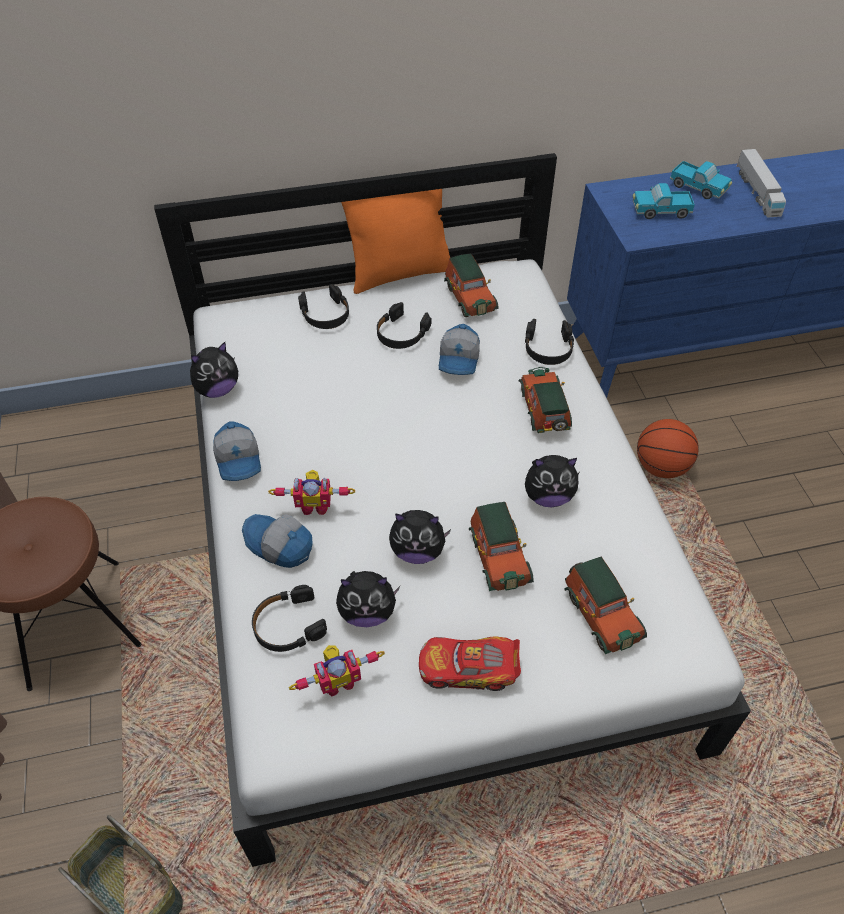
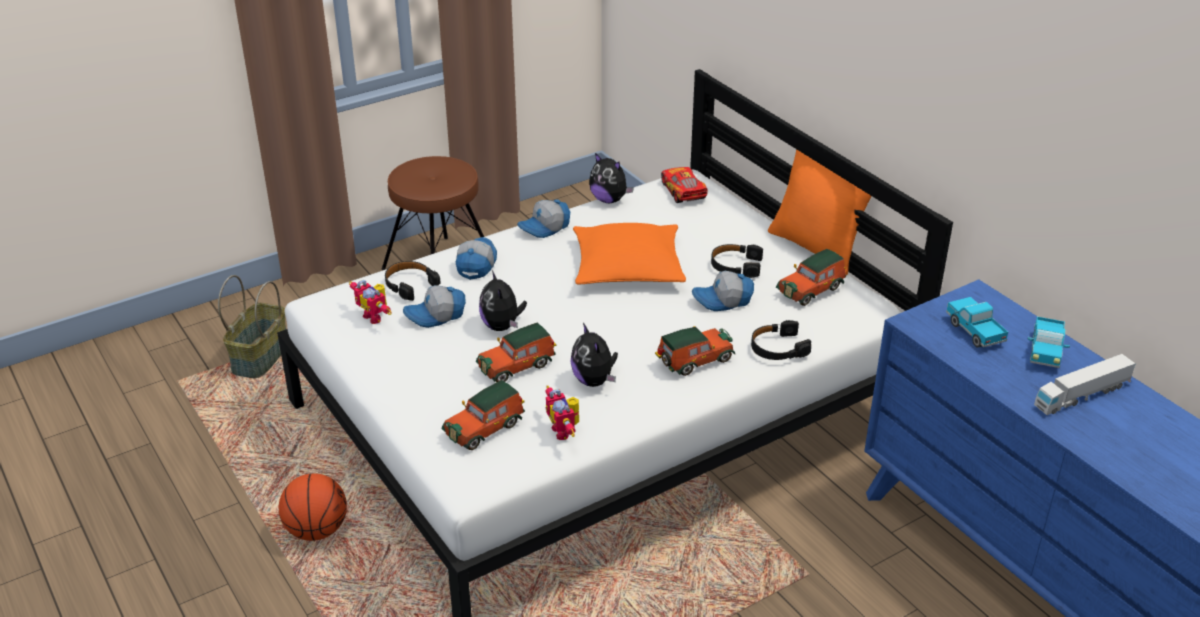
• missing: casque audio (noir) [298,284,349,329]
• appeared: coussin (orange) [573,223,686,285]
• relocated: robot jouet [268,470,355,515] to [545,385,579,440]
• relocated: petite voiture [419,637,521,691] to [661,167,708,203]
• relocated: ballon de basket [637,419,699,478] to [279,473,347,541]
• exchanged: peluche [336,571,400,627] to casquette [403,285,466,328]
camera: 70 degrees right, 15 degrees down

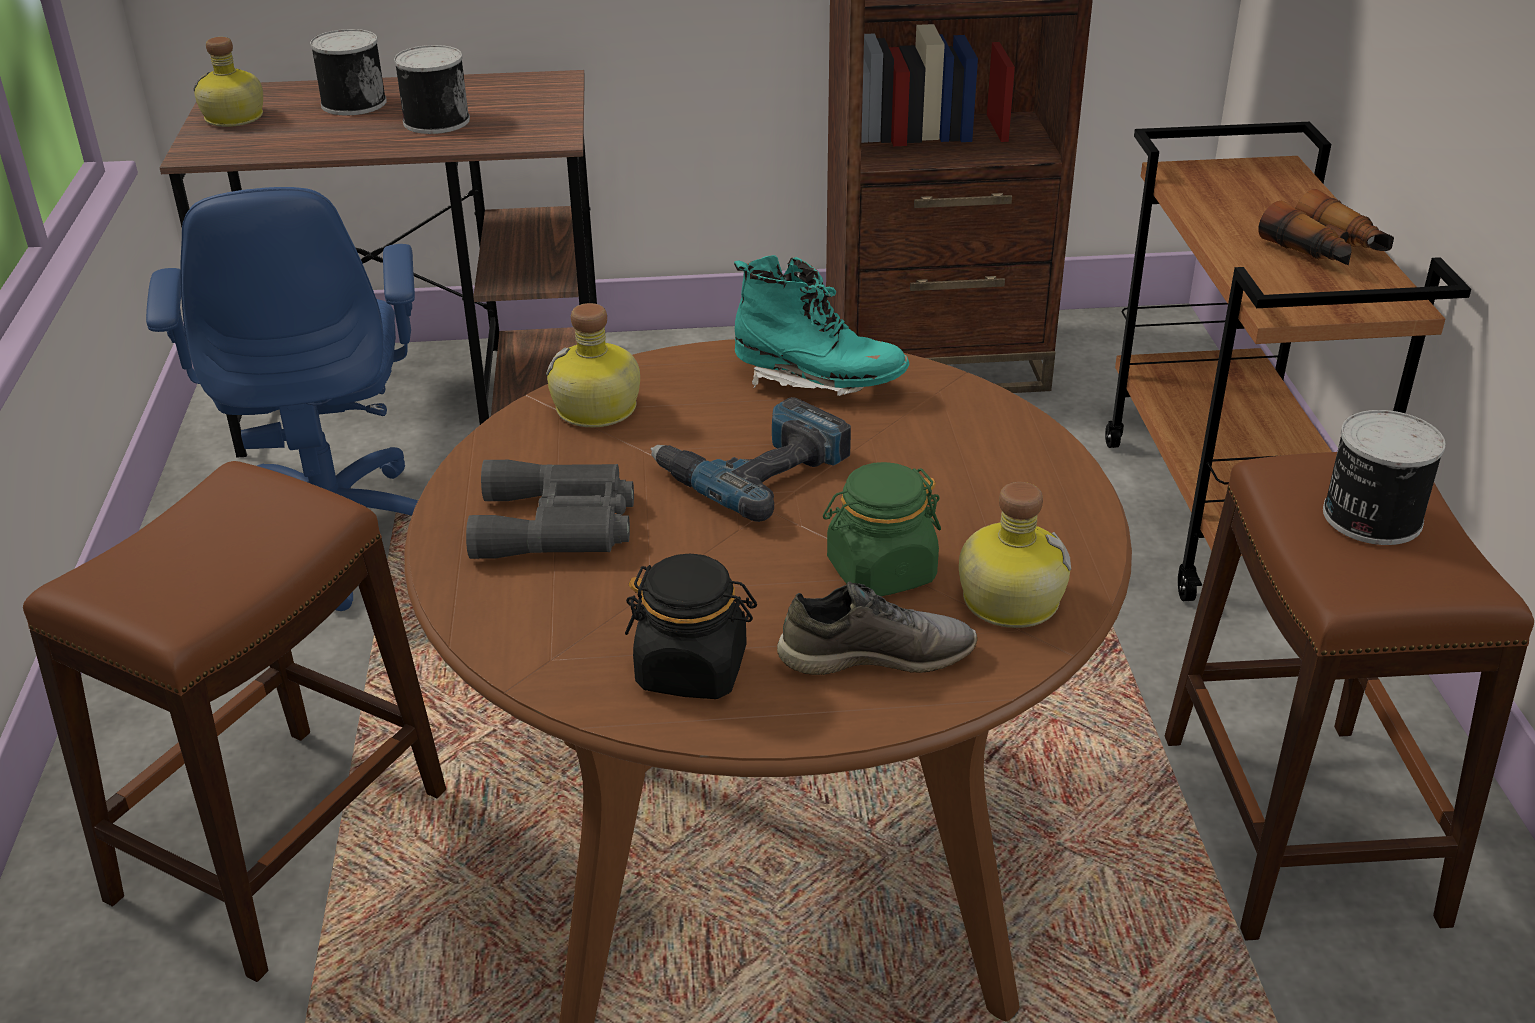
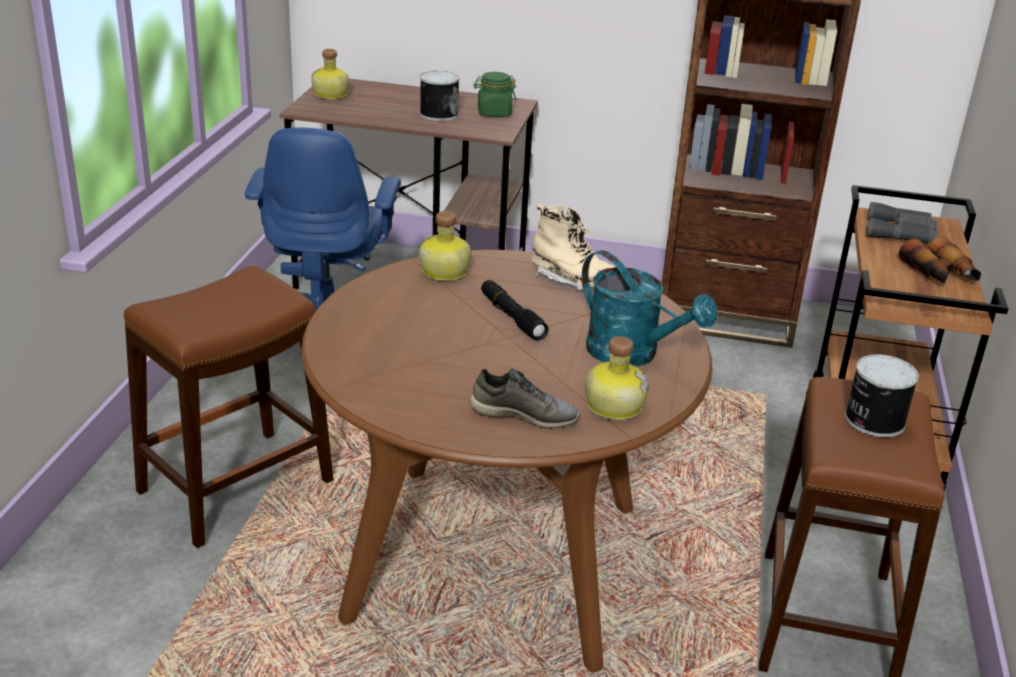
• missing: boîte métallique [310,29,387,115]
• missing: bocal (noir) [625,554,757,699]
• appeared: arrosoir (turquoise) [582,250,717,366]
• relocated: jumelles (gris) [466,460,634,559] to [866,202,938,244]
• relocated: bocal (vert) [823,462,941,596] to [474,72,516,117]
• exchanged: perceuse [651,397,851,522] to lampe de poche (noir) [481,280,548,340]
• colour: botte (turquoise) [734,255,909,396] to botte (beige) [531,204,615,290]
camera: 15 degrees right, 5 degrees down

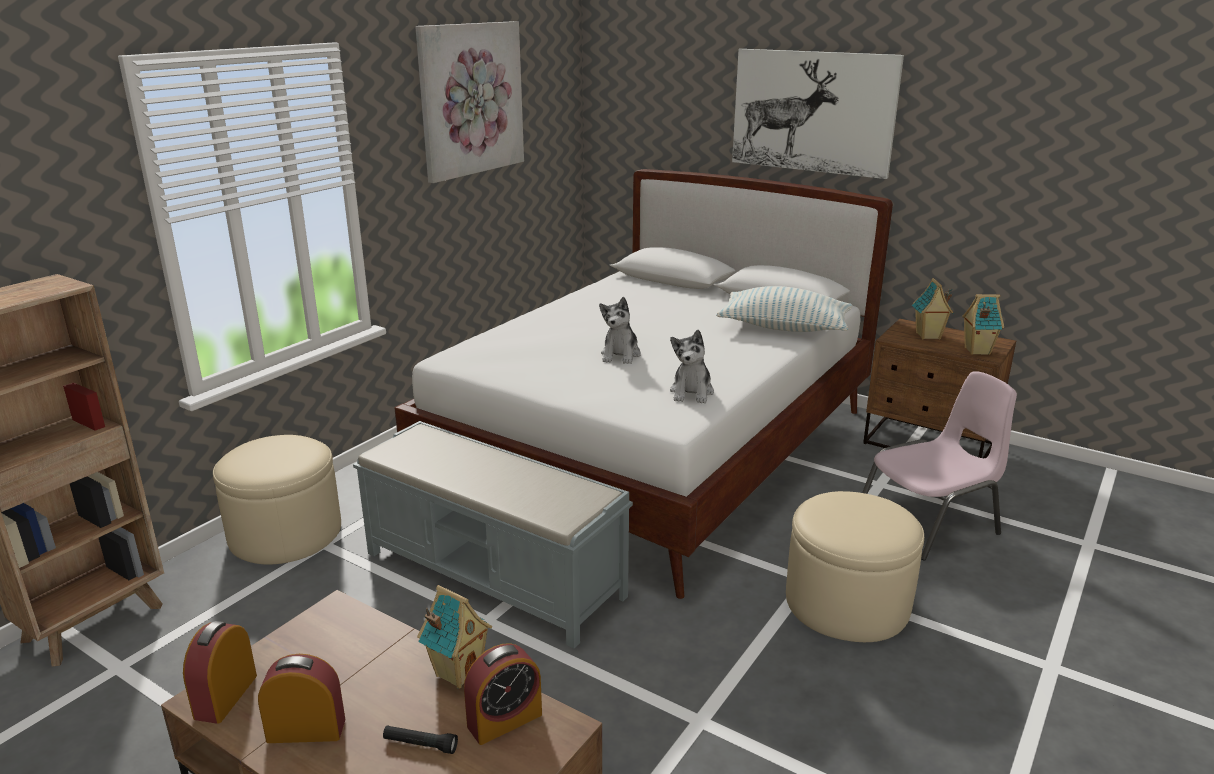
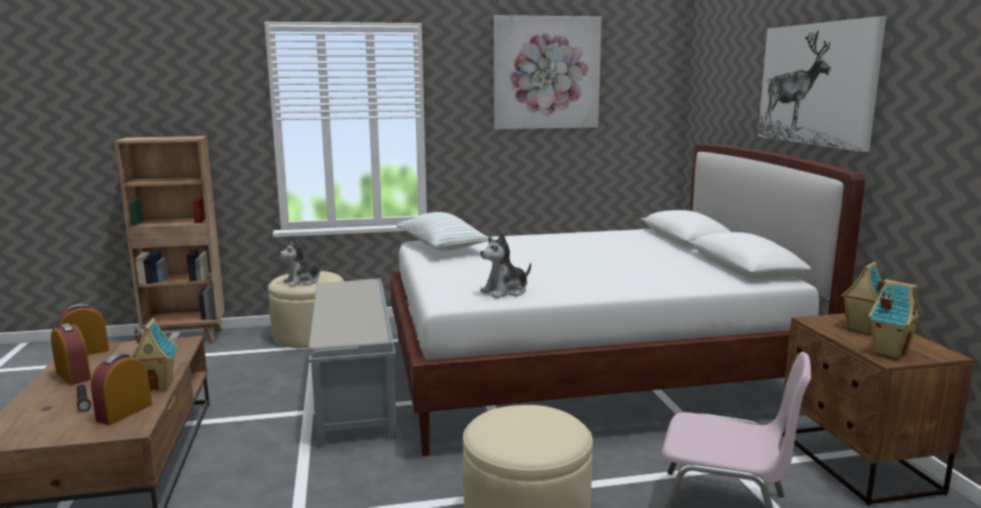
• relocated: peluche [599,297,641,364] to [280,239,324,287]
• relocated: coussin [716,286,853,332] to [396,212,489,251]
• spun: réveil [464,643,542,745] = [91,353,152,425] 105 degrees clockwise
camera: 45 degrees right, 10 degrees down

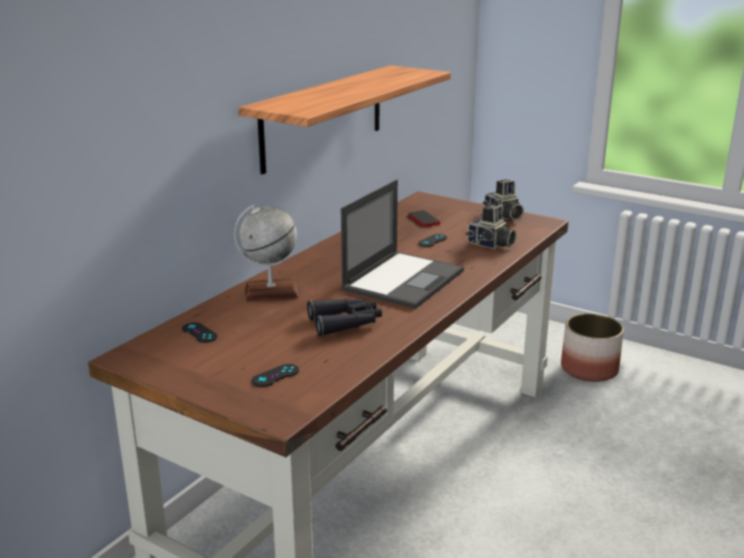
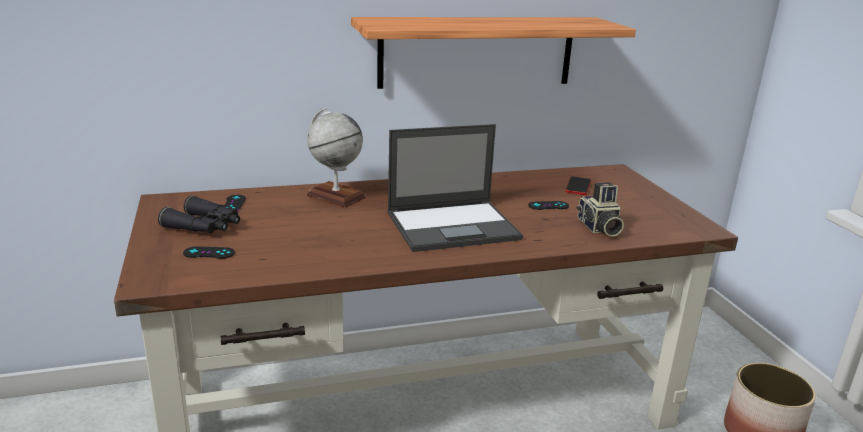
• missing: appareil photo [483,179,524,220]
• relocated: jumelles (noir) [307,298,382,336] to [158,196,240,233]
camera: 40 degrees right, 0 degrees up

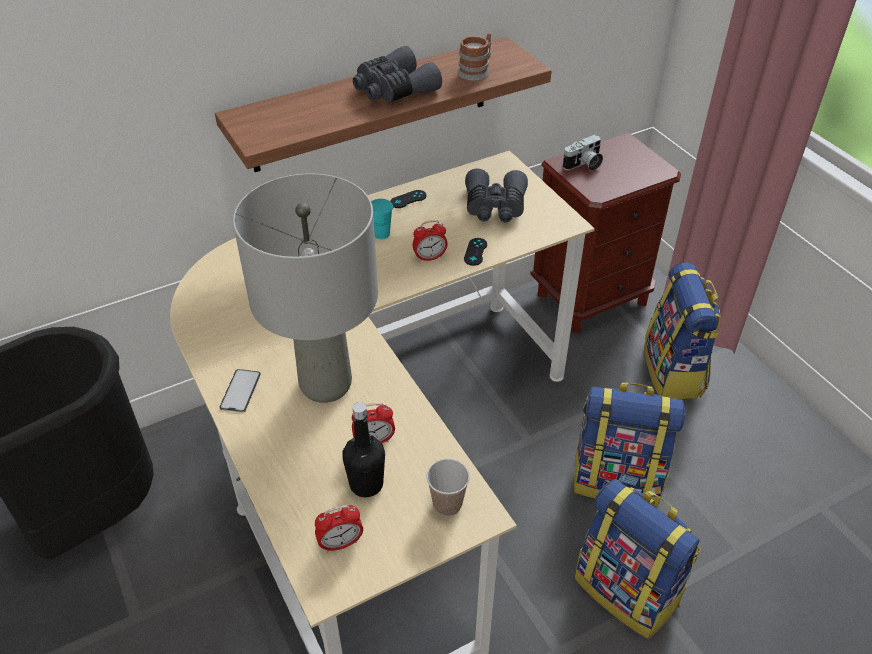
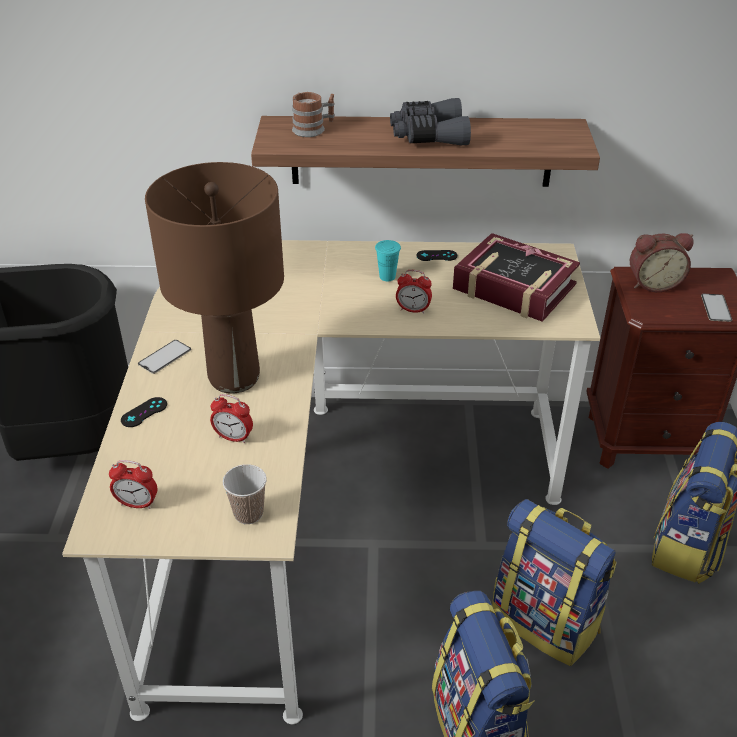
• missing: bouteille (noir) [342,402,385,497]
• appeared: téléphone [701,294,732,322]
• relocated: mug [458,33,491,81] to [292,92,335,137]
• relocated: manette (noir) [464,238,487,266] to [121,397,167,427]
• exchanged: jumelles (gris) [465,168,528,223] to livre [453,233,580,322]
• exchanged: appareil photo [563,135,603,171] to réveil [630,233,694,292]
• colour: lampe de table (gris) [233,174,378,403] to lampe de table (marron) [145,162,284,394]
camera: 30 degrees right, 5 degrees down

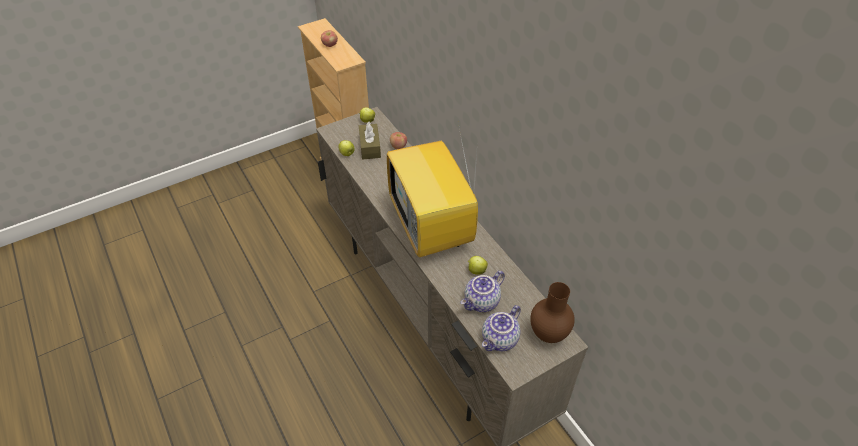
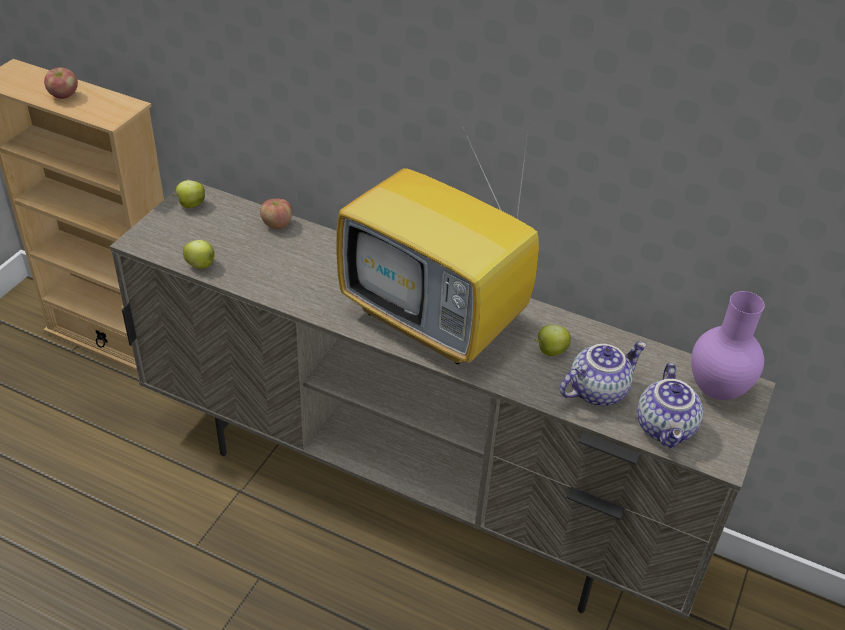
• missing: boîte à mouchoirs (marron) [359,121,381,160]
• colour: vase (marron) [530,282,575,343] to vase (violet) [691,291,765,400]
• spun: théière [461,271,505,312] = [560,341,647,406] 135 degrees counterclockwise
camera: 35 degrees left, 5 degrees down

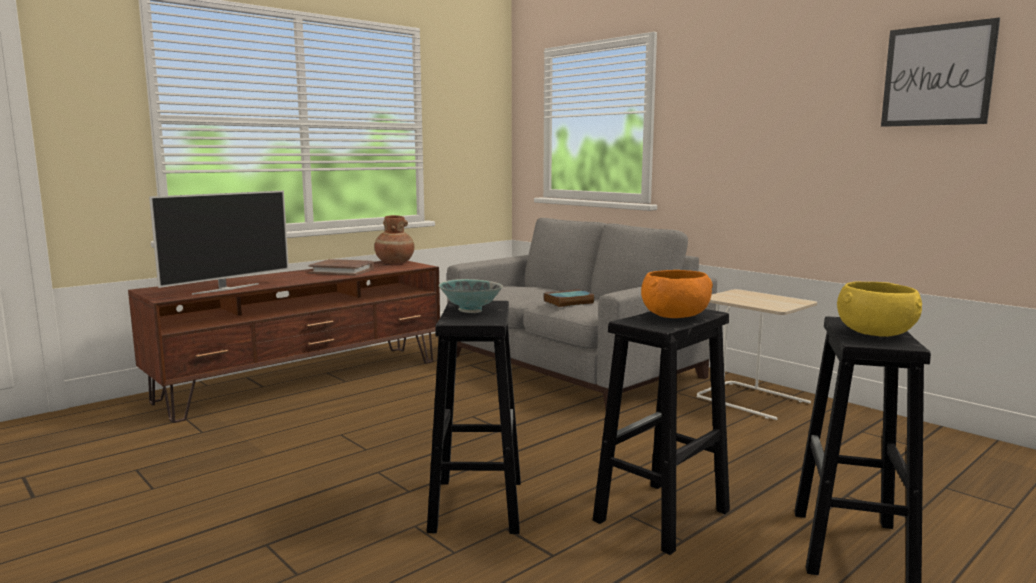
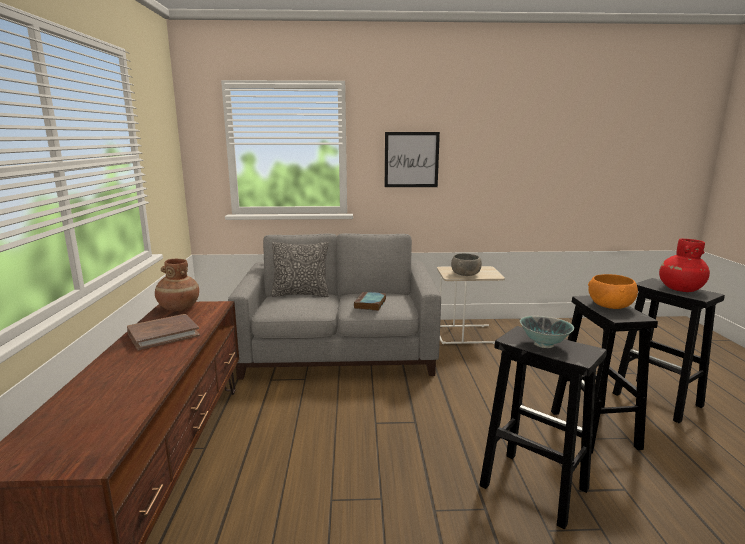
• missing: téléviseur [149,191,289,295]
• appeared: coussin [271,242,329,297]
• appeared: bol (gris) [451,254,482,276]
• relocated: tableau [881,18,1000,127] to [385,132,440,187]
• exchanged: bol (jaune) [837,282,922,337] to vase (rouge) [659,239,710,292]
camera: 50 degrees left, 5 degrees up

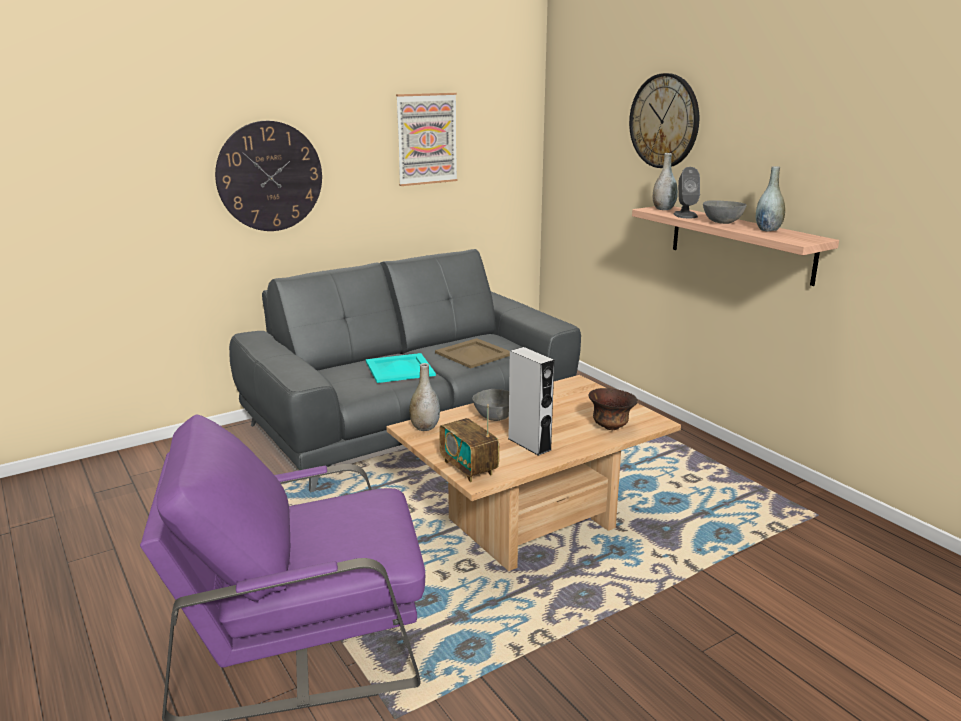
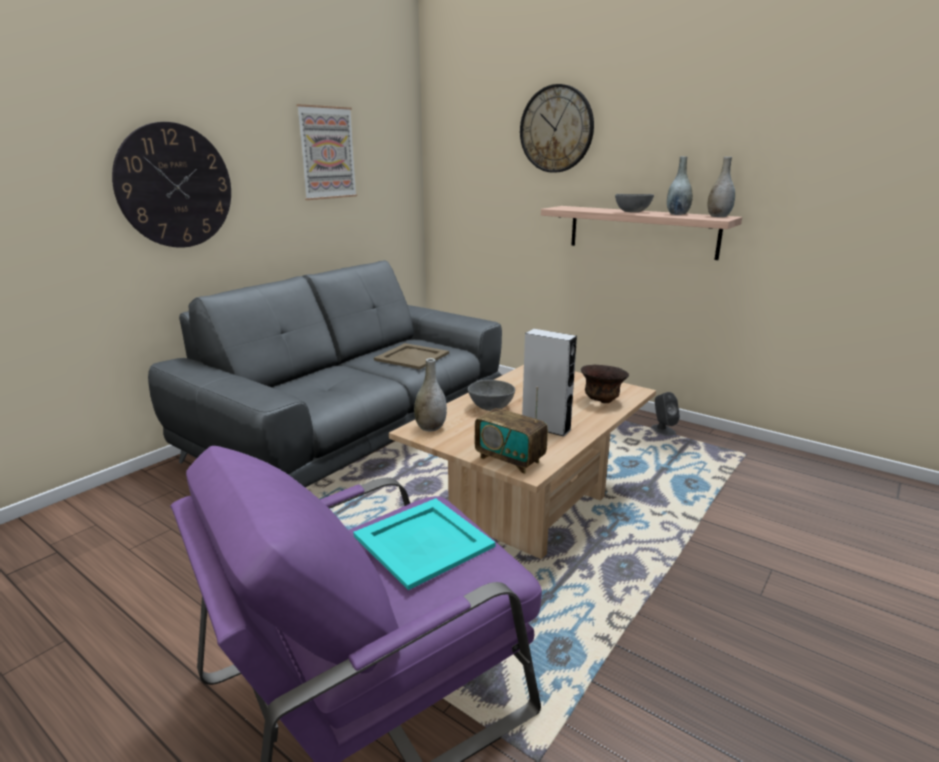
• relocated: plateau (turquoise) [366,353,436,383] to [353,498,496,590]
• relocated: vase (gris) [653,153,678,210] to [707,157,735,217]
• relocated: enceinte (gris) [674,167,700,218] to [651,392,680,436]
camera: 20 degrees left, 0 degrees up

